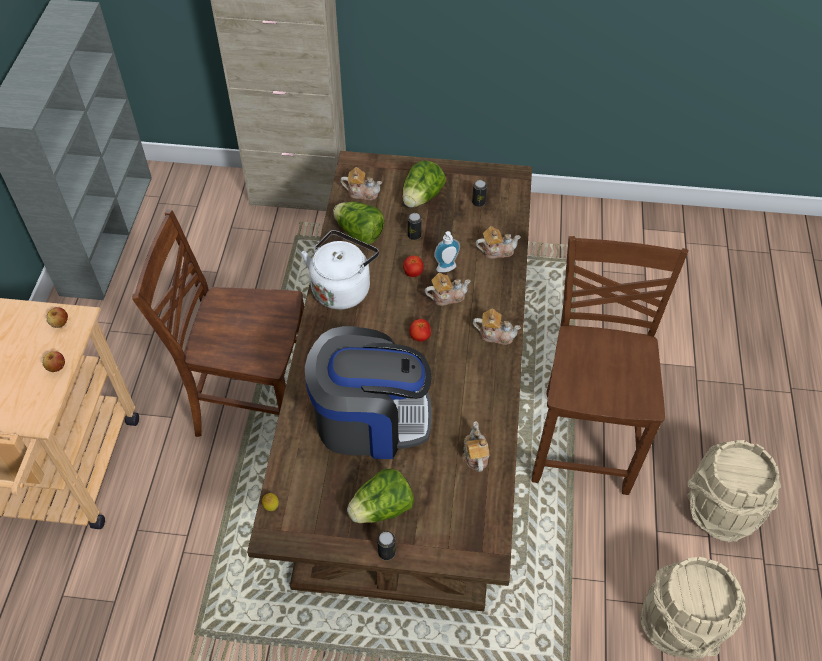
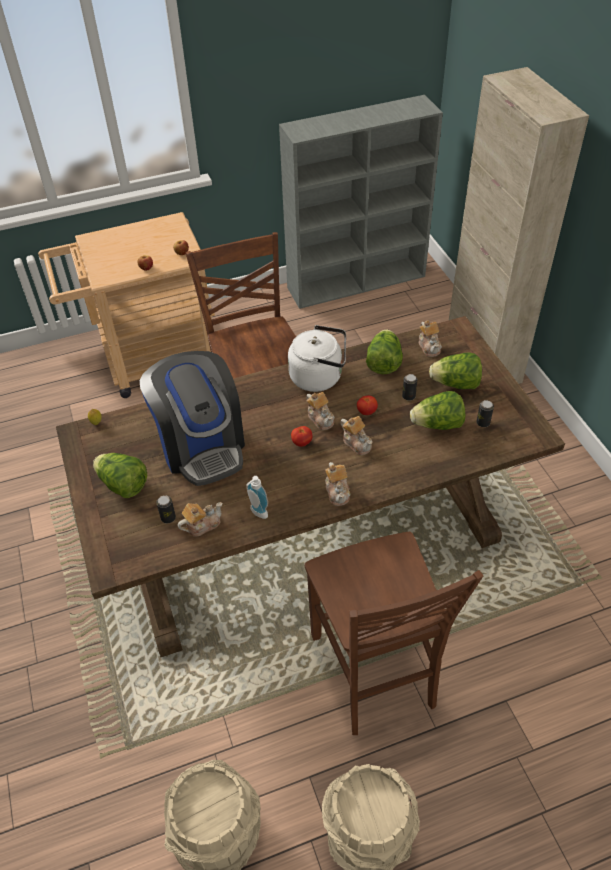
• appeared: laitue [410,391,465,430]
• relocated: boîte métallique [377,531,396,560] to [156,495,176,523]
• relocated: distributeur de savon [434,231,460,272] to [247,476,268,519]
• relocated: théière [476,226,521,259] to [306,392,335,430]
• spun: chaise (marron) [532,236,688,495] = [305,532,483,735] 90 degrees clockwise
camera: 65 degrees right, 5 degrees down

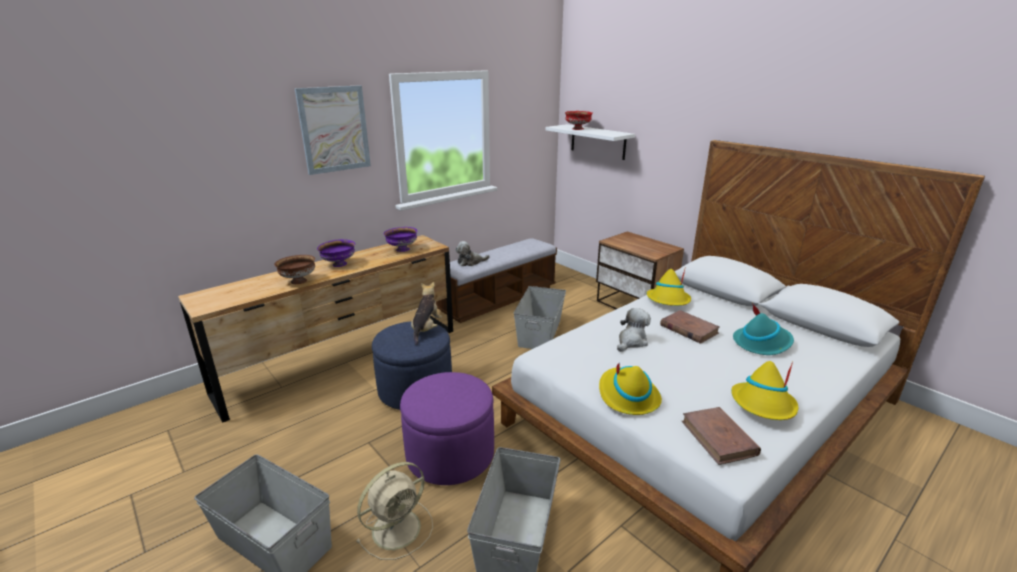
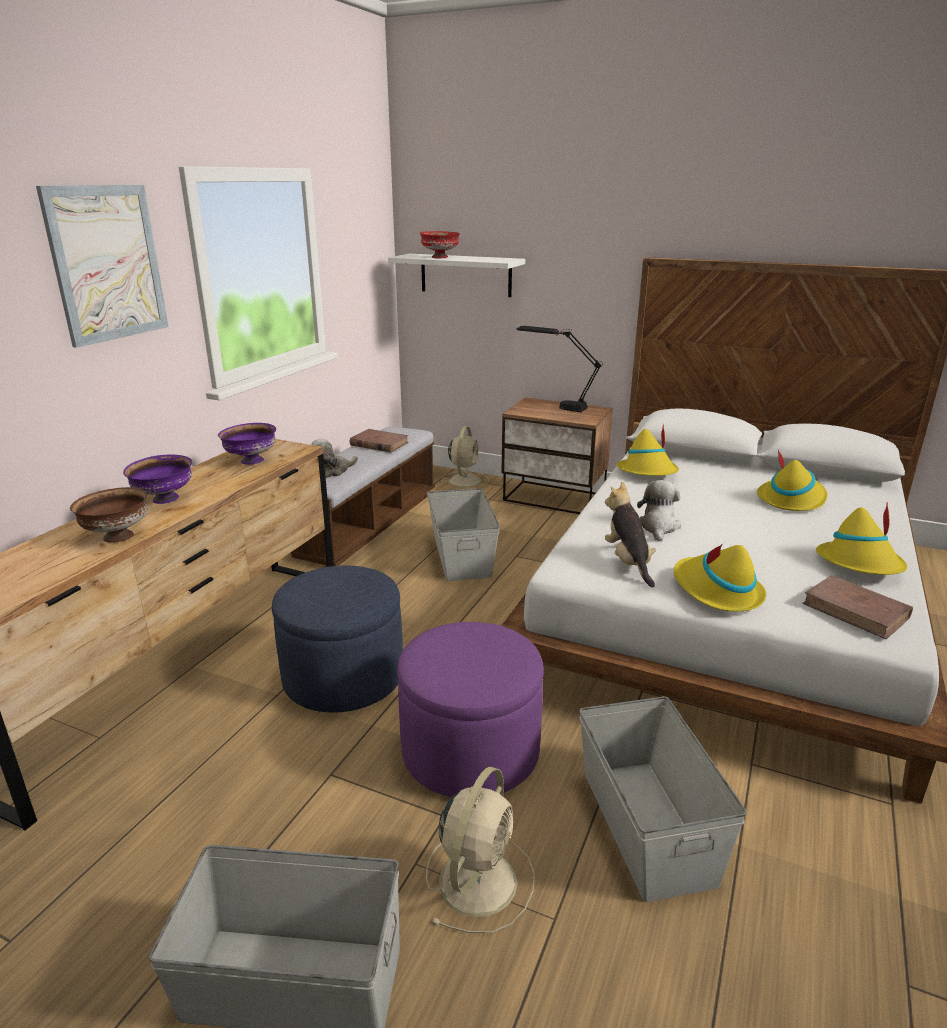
• appeared: ventilateur (beige) [442,426,489,490]
• appeared: lampe de table (noir) [516,326,603,412]
• relocated: peluche [411,282,442,345] to [605,482,656,587]
• relocated: livre (marron) [660,310,720,344] to [350,429,409,453]
• colour: chapeau (turquoise) [733,303,794,355] to chapeau (jaune) [757,450,827,511]
camera: 25 degrees left, 0 degrees up

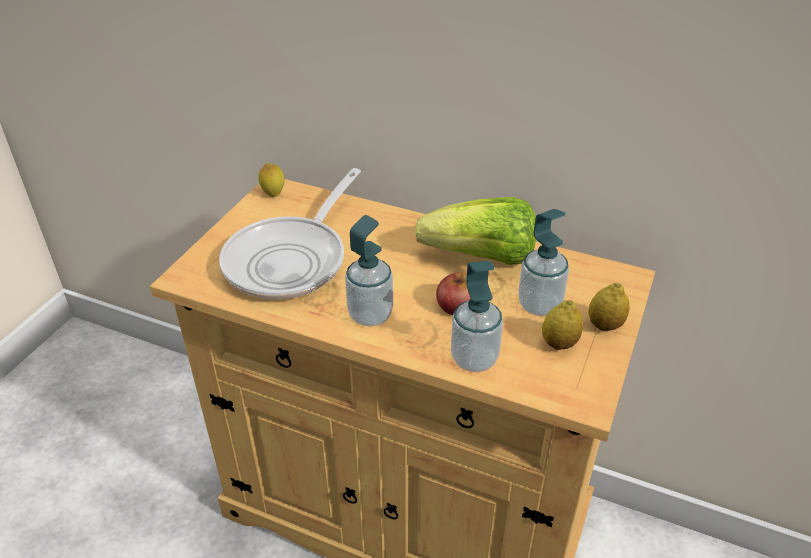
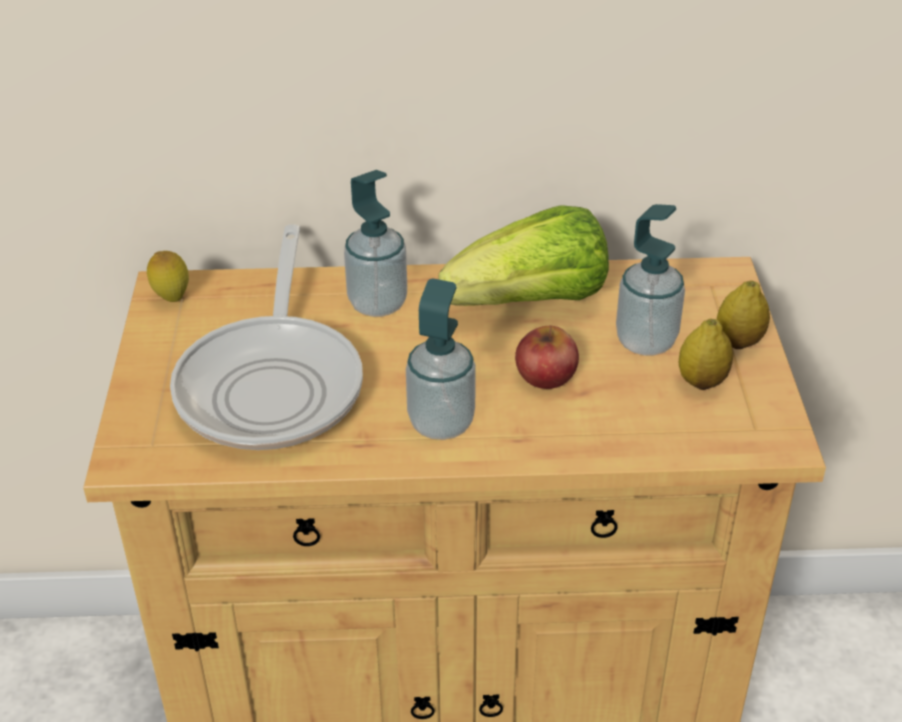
• relocated: distributeur de savon [451,261,503,372] to [344,170,407,317]
camera: 25 degrees left, 0 degrees up

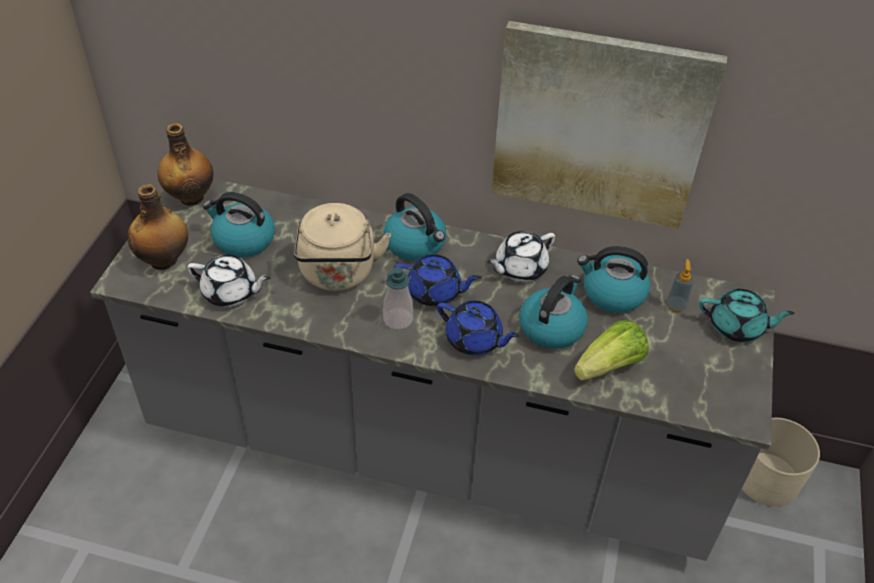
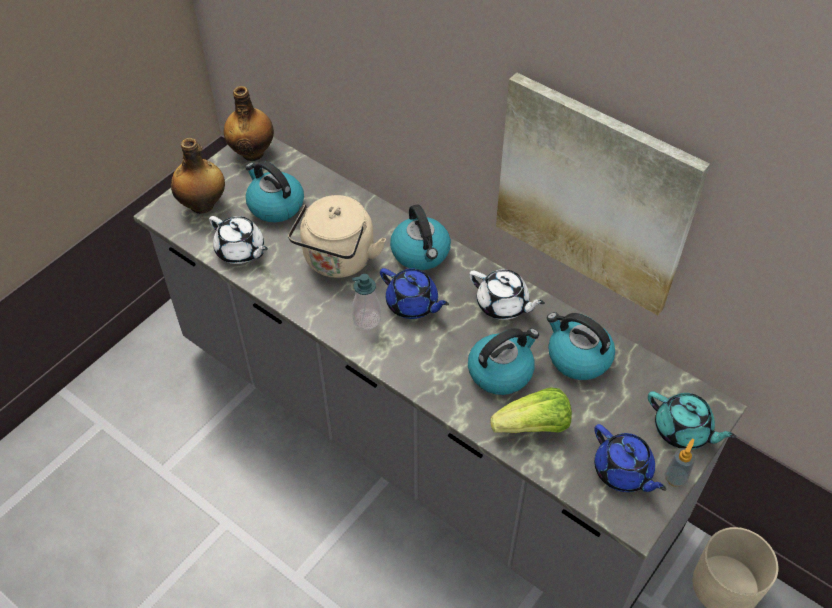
• relocated: théière (bleu) [437,301,520,355] to [594,424,666,492]
• relocated: distributeur de savon [666,259,694,313] to [665,438,695,487]
• spun: théière (blanc) [487,231,555,281] = [469,269,545,320] 135 degrees counterclockwise
camera: 25 degrees right, 5 degrees up

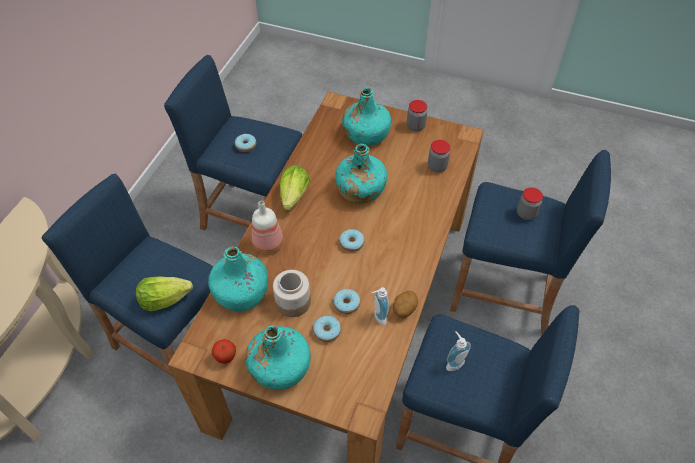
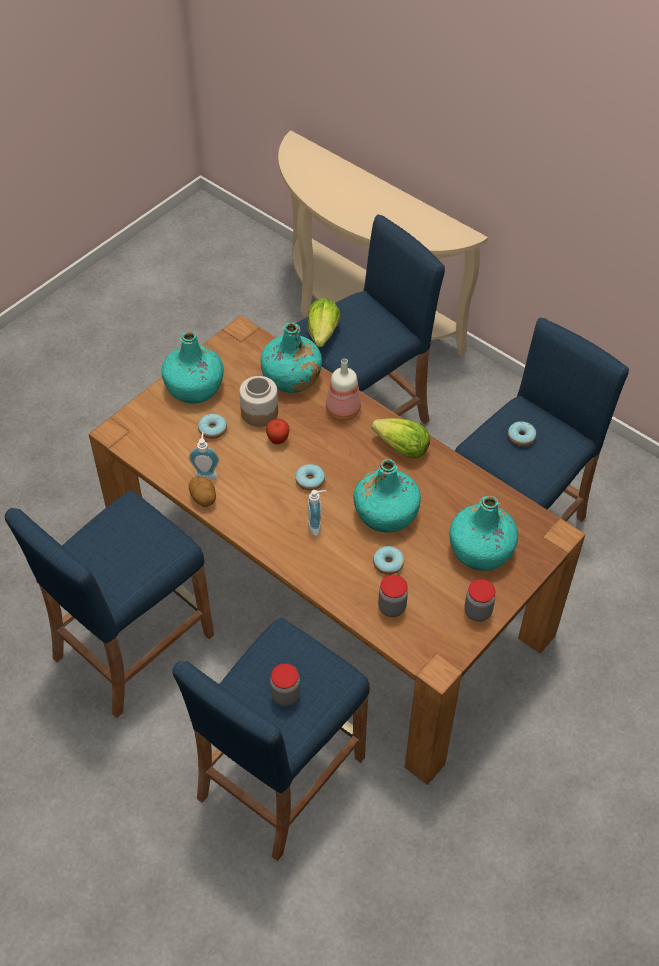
• relocated: pomme [212,339,236,364] to [266,418,290,444]
• relocated: beignet [333,289,360,314] to [373,546,404,575]
• relocated: distributeur de savon [446,331,471,371] to [308,490,327,536]
camera: 110 degrees right, 0 degrees up

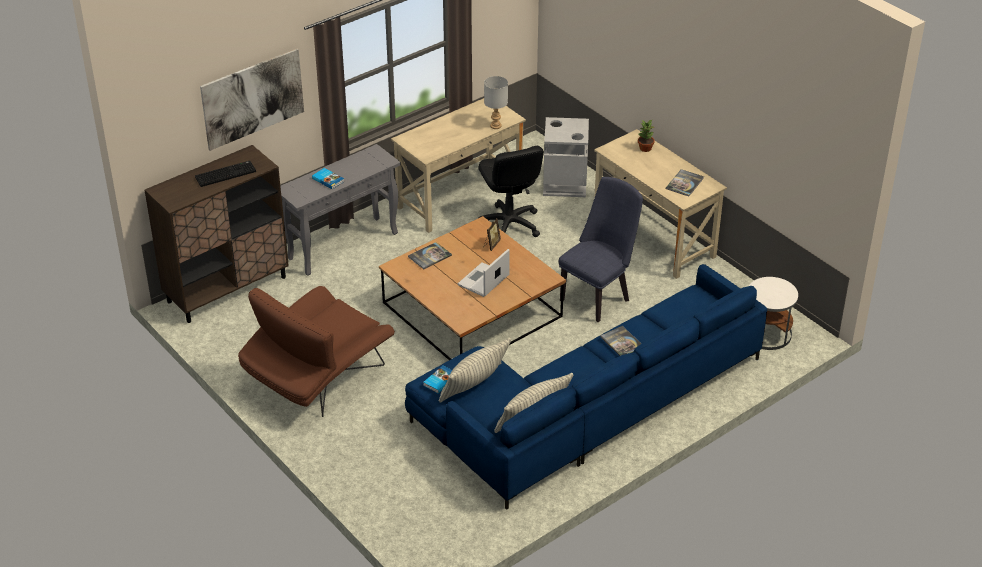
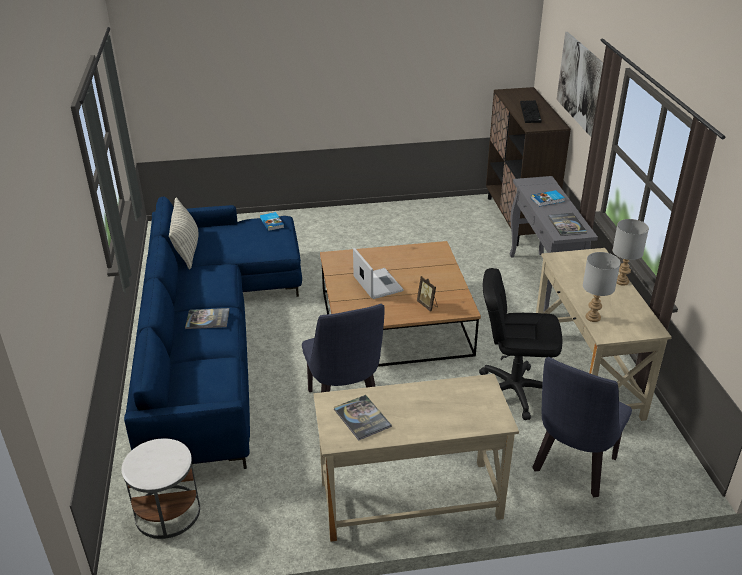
• missing: fauteuil (marron) [238,286,395,417]
• missing: coussin [438,338,511,403]
• missing: plante en pot [638,120,655,152]
• appeared: lampe de table (gris) [613,219,649,286]
• relocated: livre [408,242,452,269] to [548,213,587,236]
• exchanged: poubelle (gris) [543,117,589,197] to chaise (bleu) [532,357,632,497]
camera: 120 degrees right, 5 degrees down

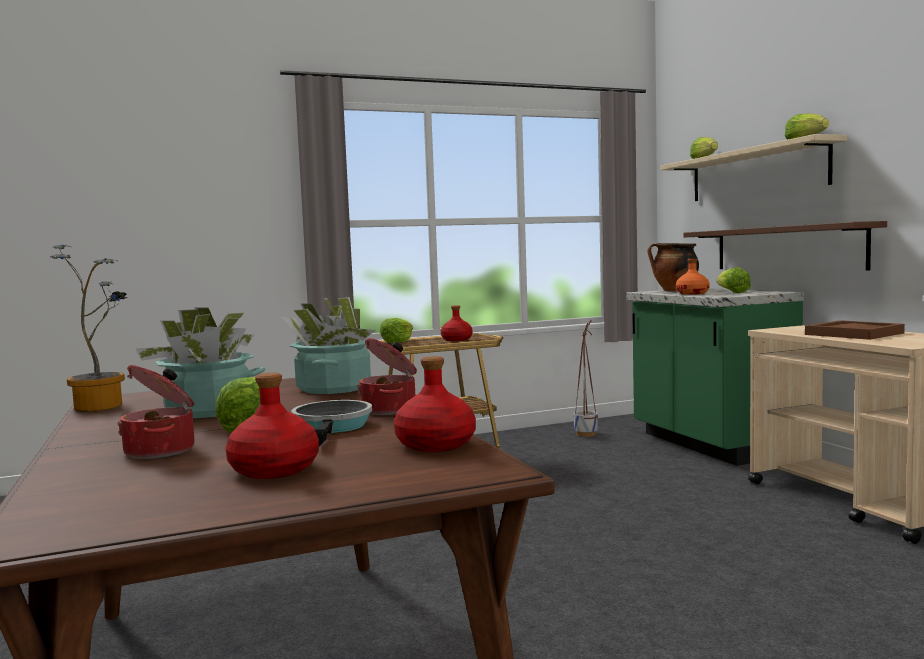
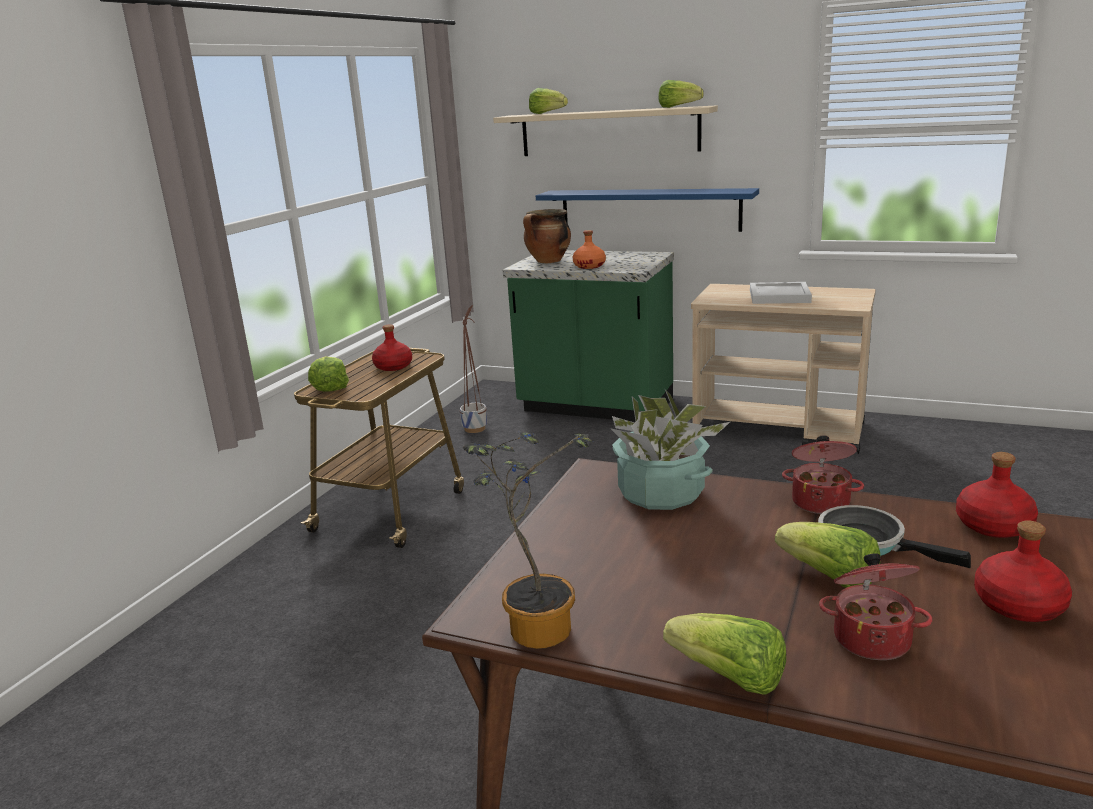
• missing: plante en pot [135,308,265,418]
• relocated: laitue [717,267,751,293] to [663,613,786,695]
• colour: étagère (marron) [684,221,887,271] to étagère (bleu) [536,188,759,232]
• colour: plateau (marron) [805,320,905,340] to plateau (blanc) [750,282,812,304]
camera: 45 degrees left, 15 degrees up

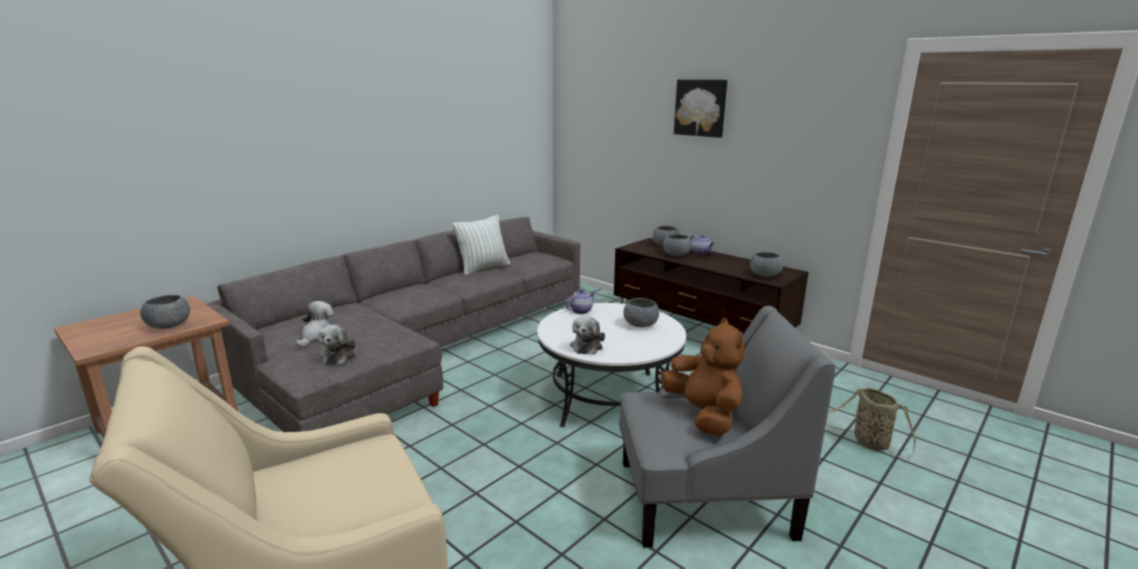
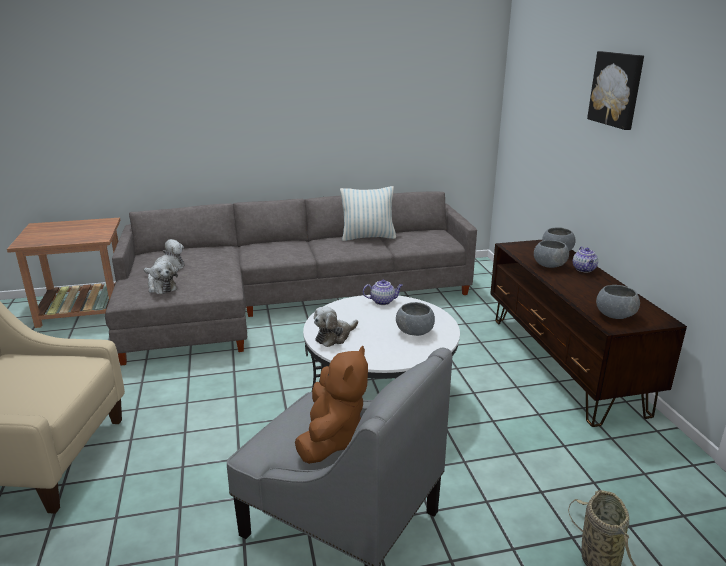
• missing: bol (gris) [140,295,190,329]
• spun: peluche [318,325,355,364] = [148,261,178,294] 75 degrees counterclockwise
camera: 35 degrees right, 5 degrees up

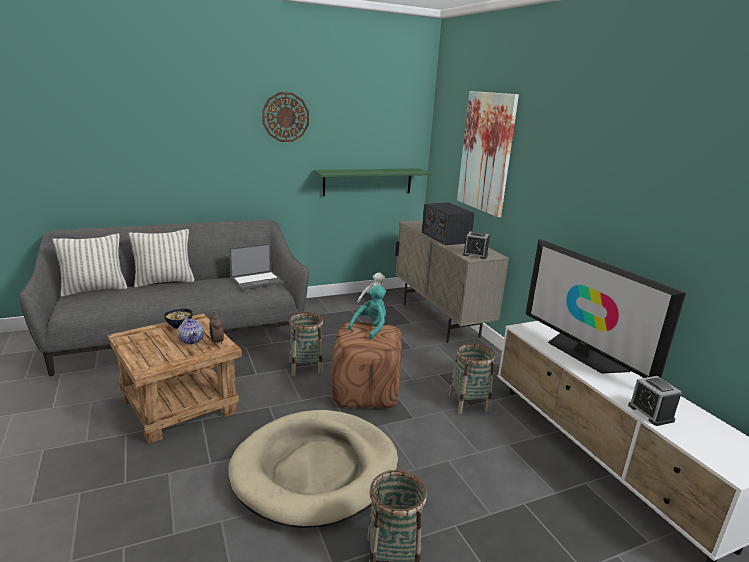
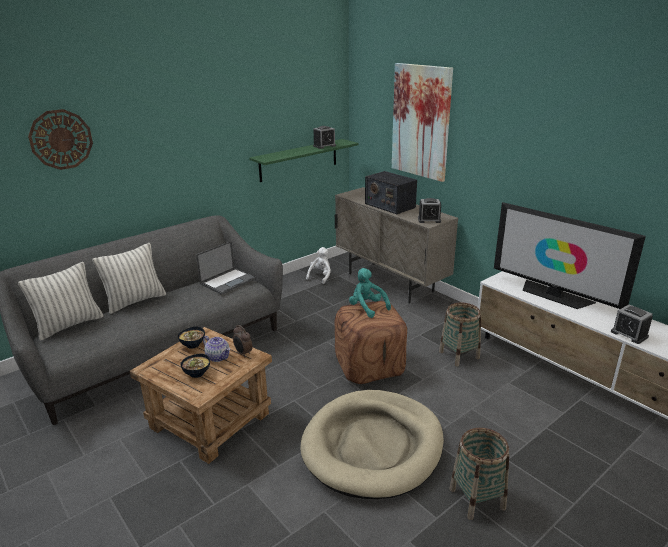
• missing: panier [289,312,323,376]
• appeared: bol [180,353,210,378]
• appeared: réveil [313,126,336,149]
• relocated: horloge murale [262,92,309,142] to [28,109,93,170]
• spun: peluche (turquoise) [348,285,386,339] = [349,268,391,318] 60 degrees counterclockwise
camera: 15 degrees left, 5 degrees up

